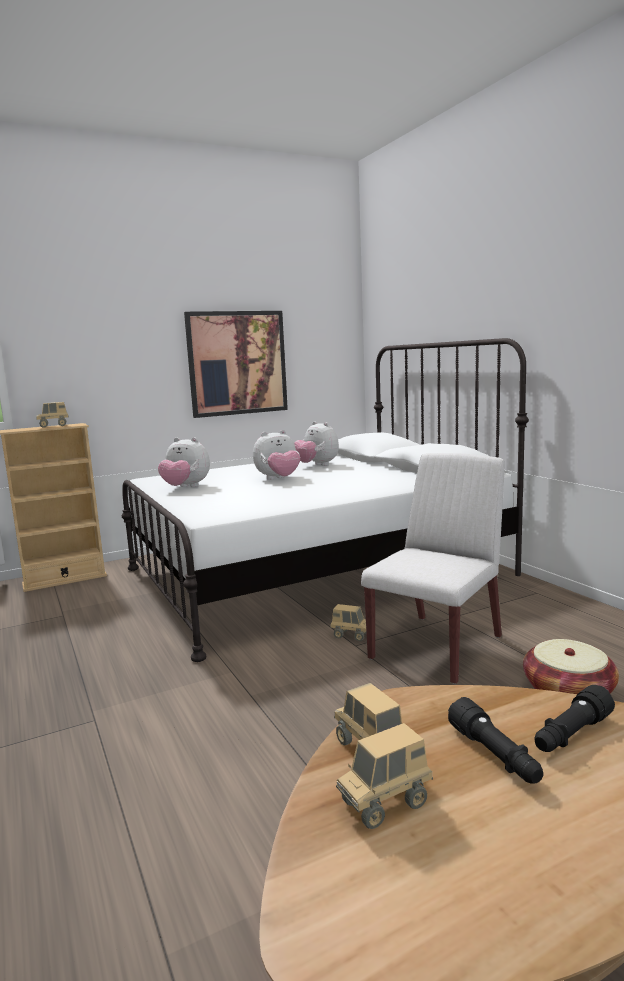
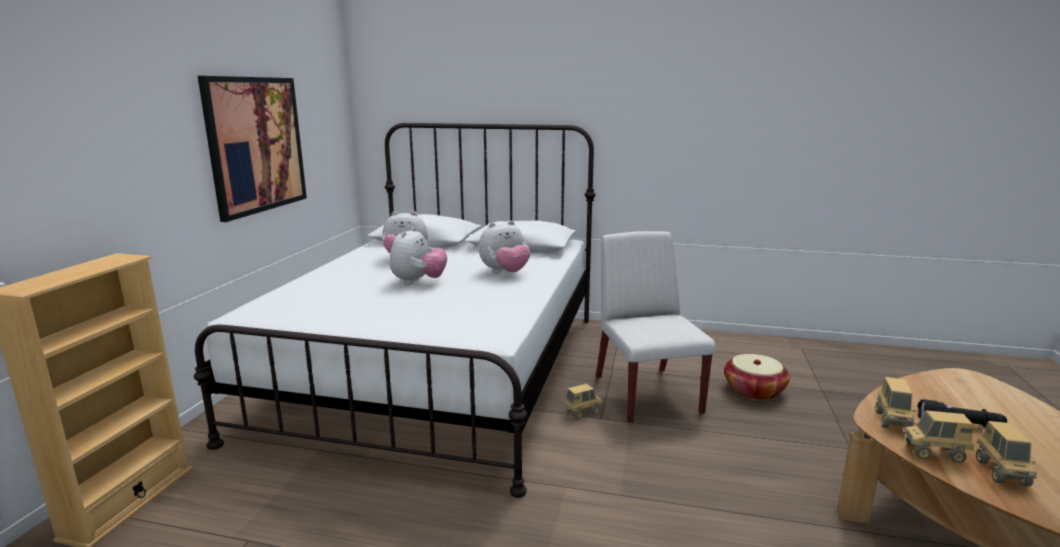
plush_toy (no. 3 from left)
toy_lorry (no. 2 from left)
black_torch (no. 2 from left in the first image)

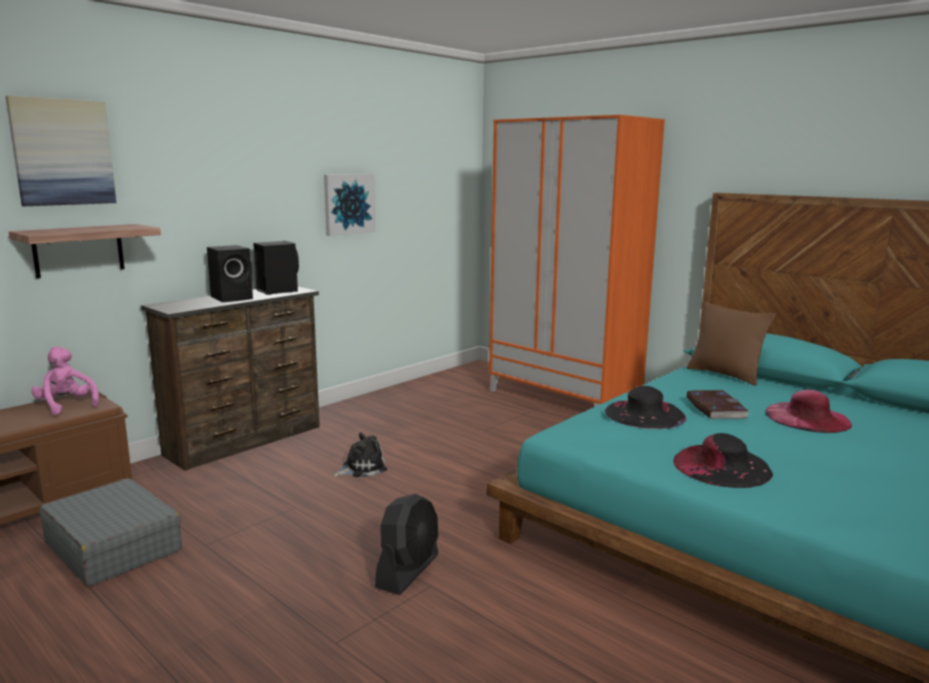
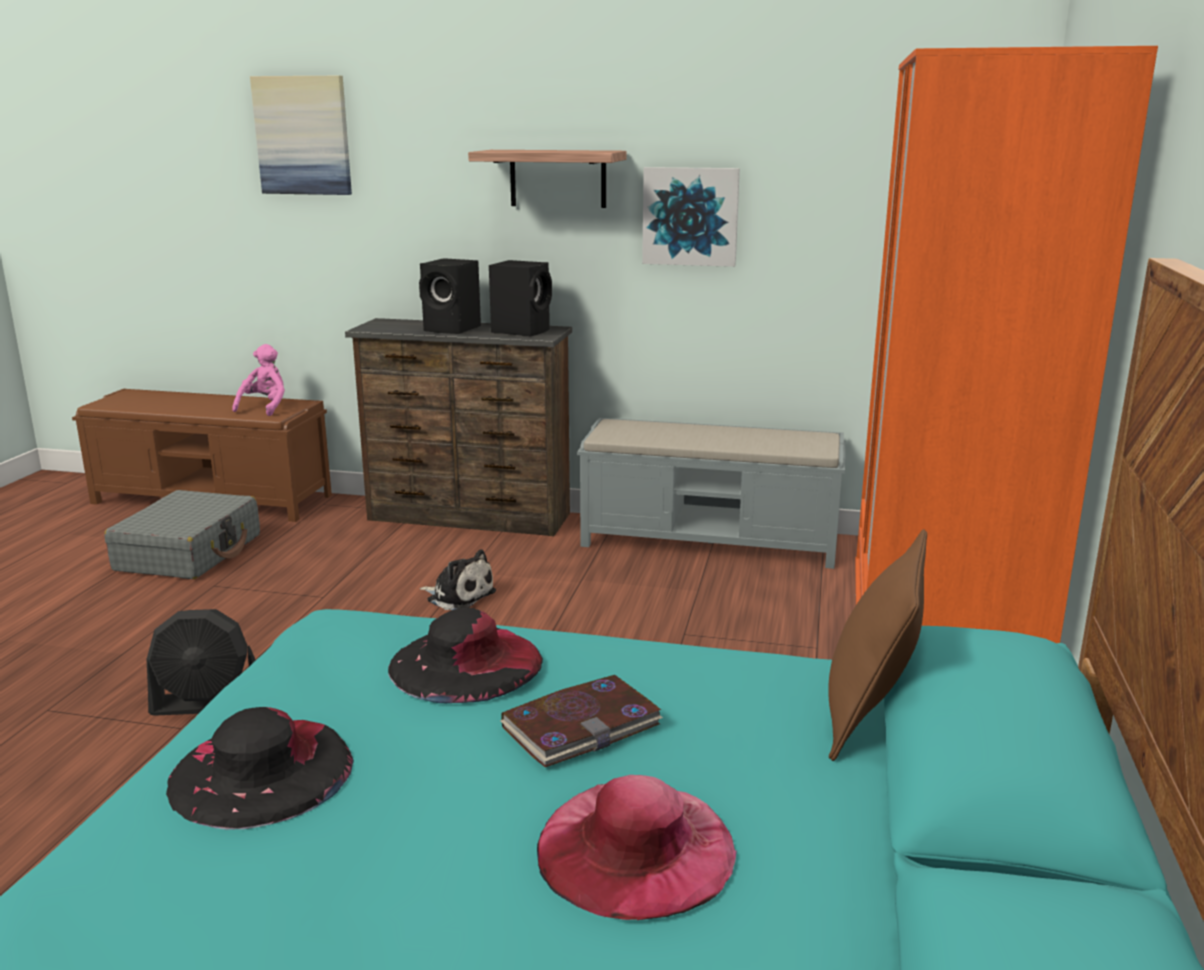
bracket_shelf
greyish_bench

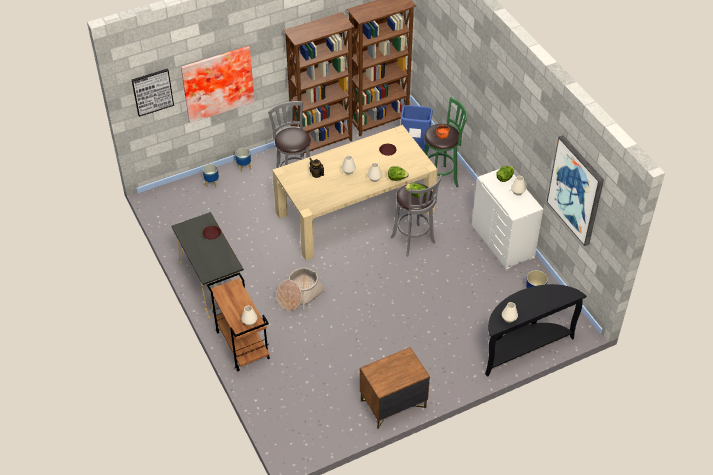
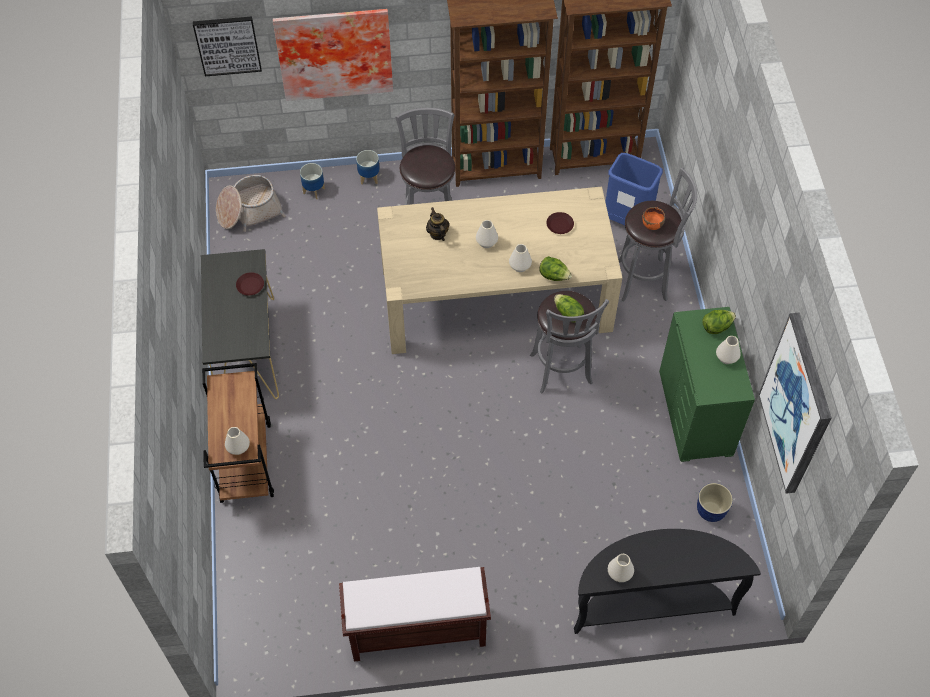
basket
brownish_bench
greyish_sitting_stool (no. 3 from left)
greenish_chest_of_drawers

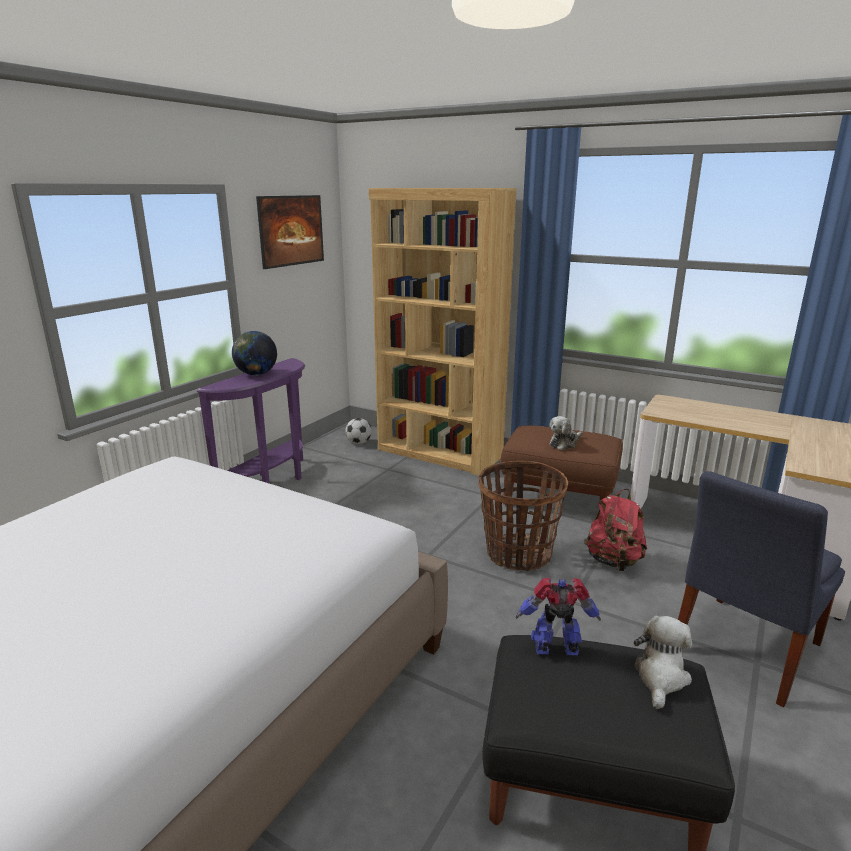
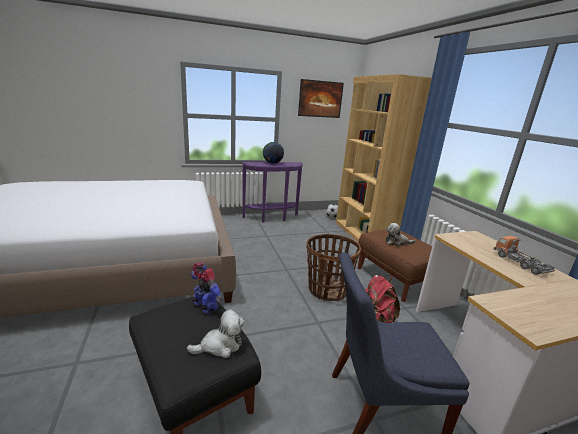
toy_lorry

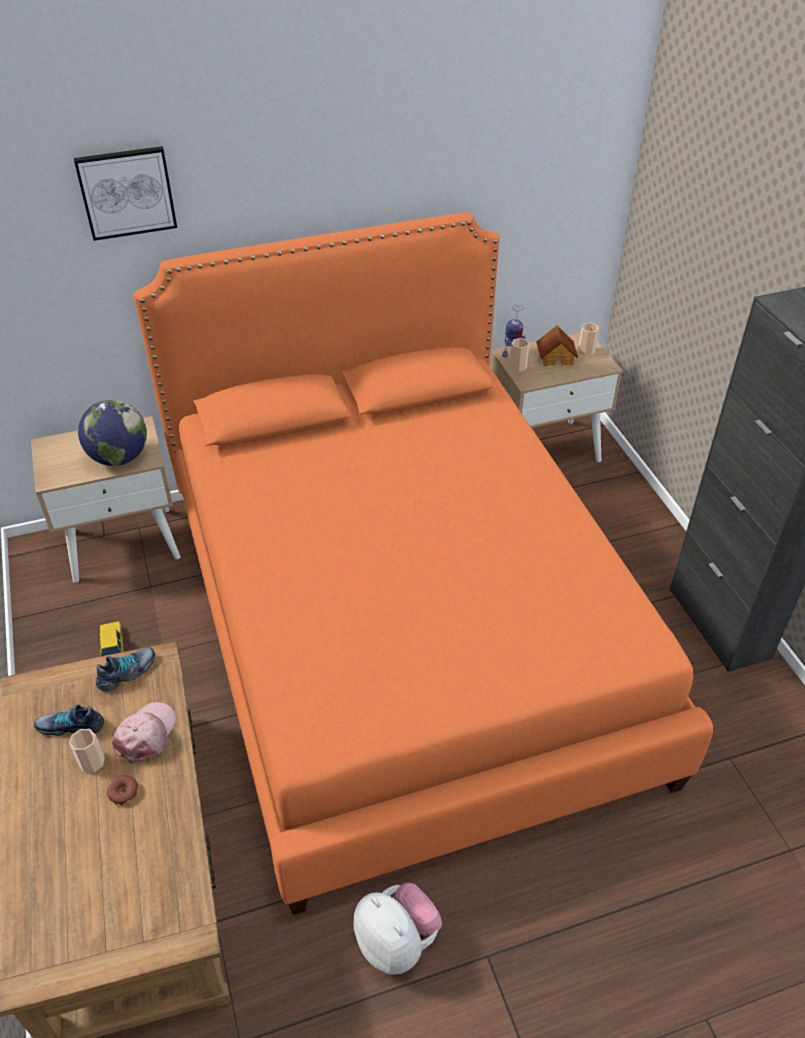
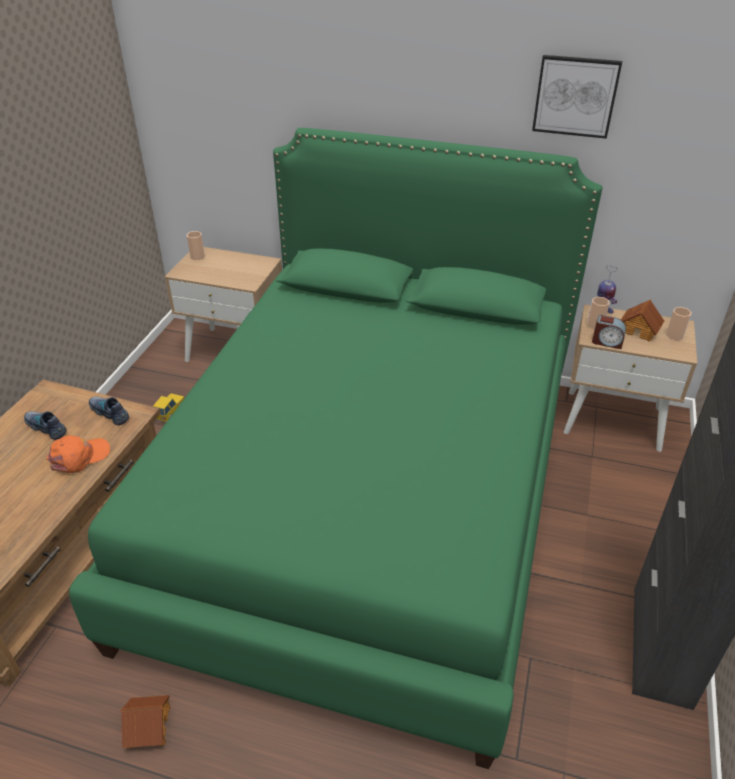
orangey_cap
greenish_bed
shoe (no. 2 from left)
toy_house (no. 1 from left)
cup (no. 1 from left)
wall_picture
alarm_clock
world_globe
ring_doughnut

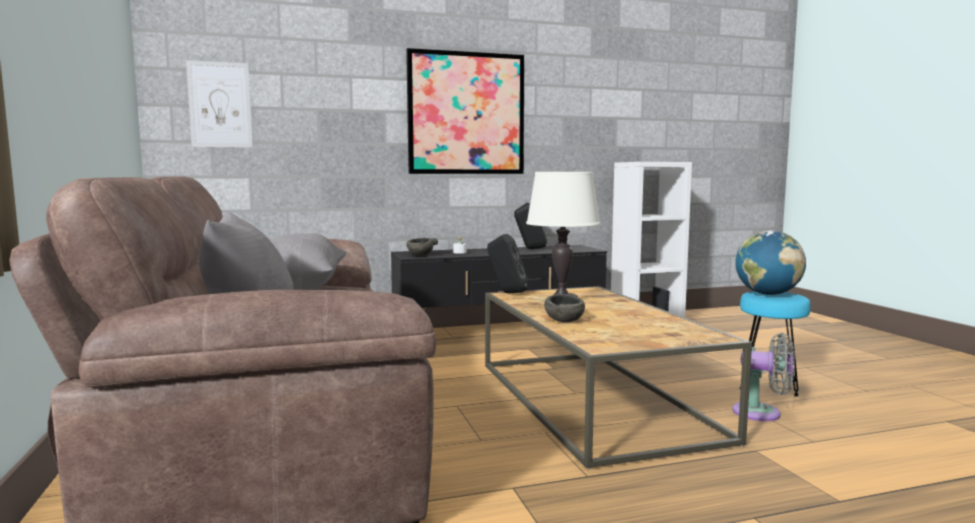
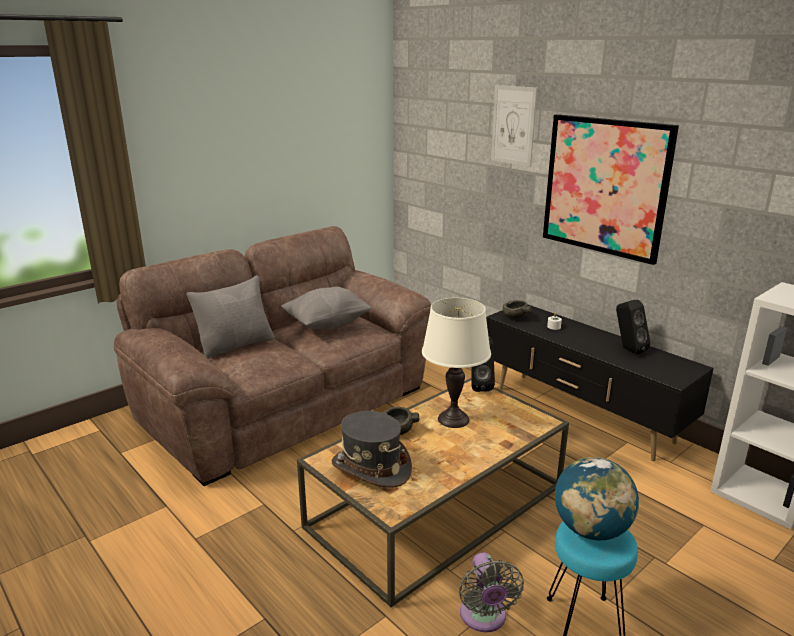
greyish_clothing_hat
wall_picture (no. 1 from left)

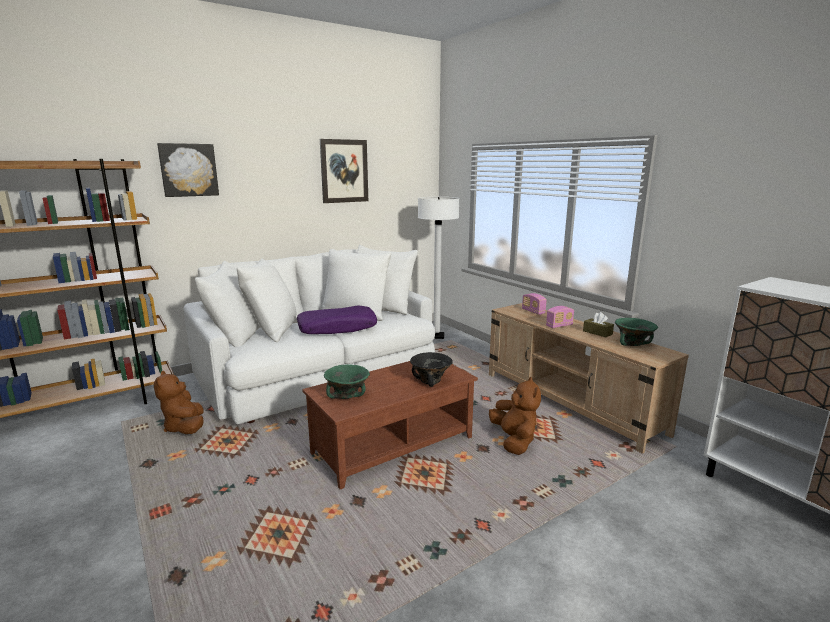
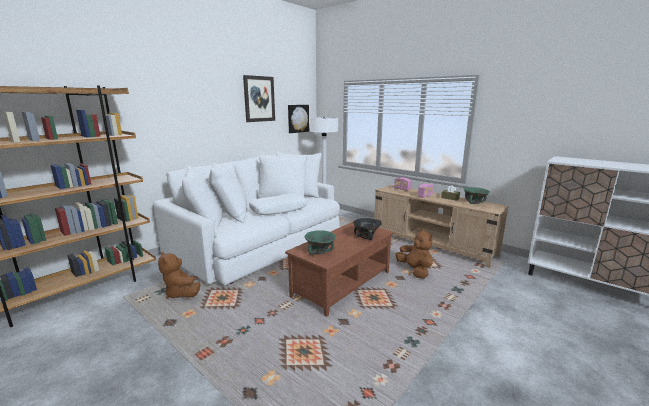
white_cushion
wall_picture (no. 2 from left)

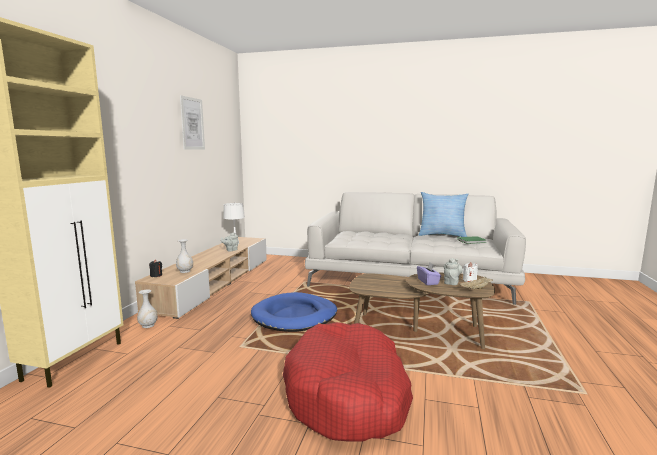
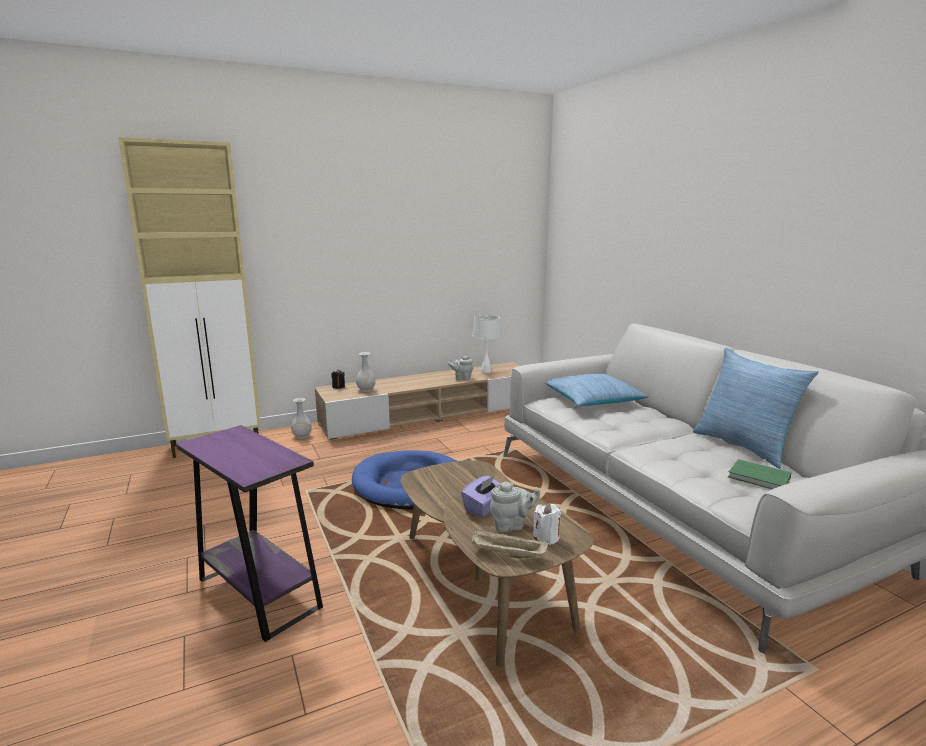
purple_side_table
cushion (no. 1 from left)
wall_picture

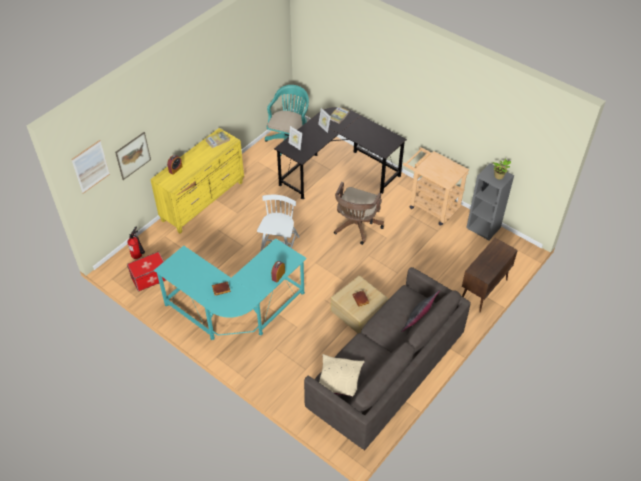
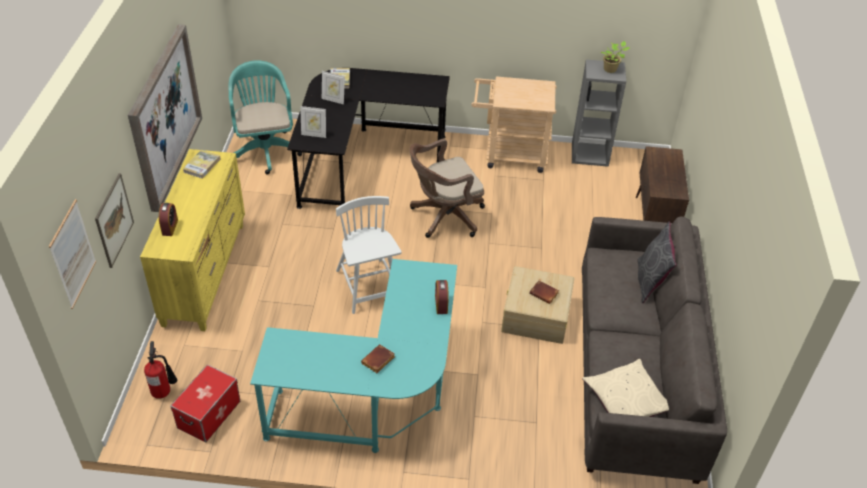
wall_picture (no. 3 from left)
brownish_desk_chair

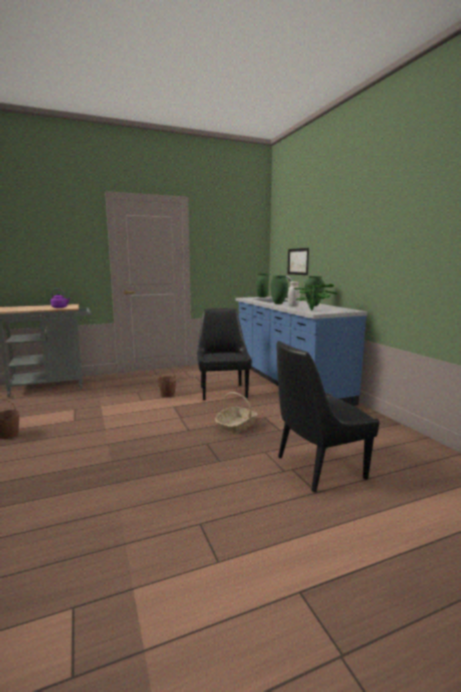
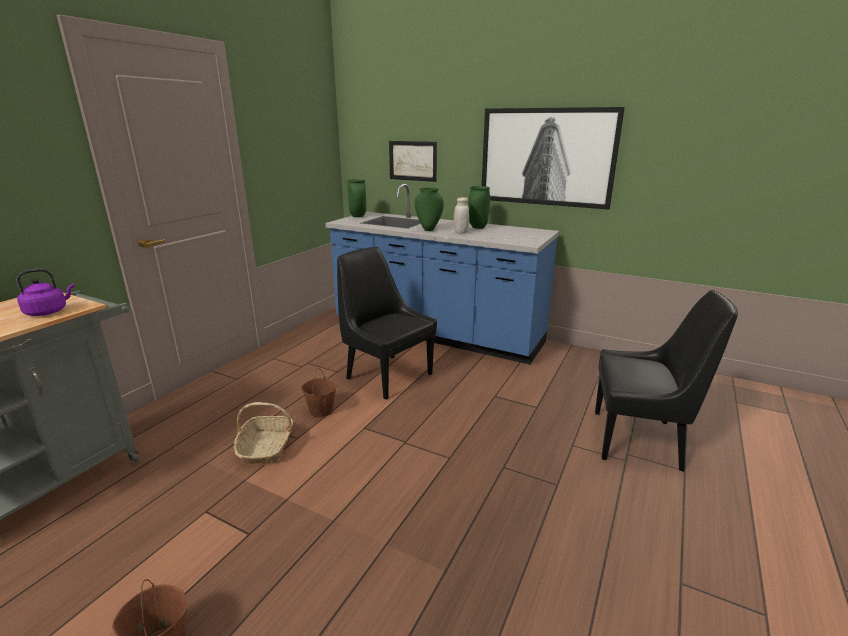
basket
wall_picture (no. 2 from left)
black_upright_chair (no. 2 from left)
plant_in_a_pot

